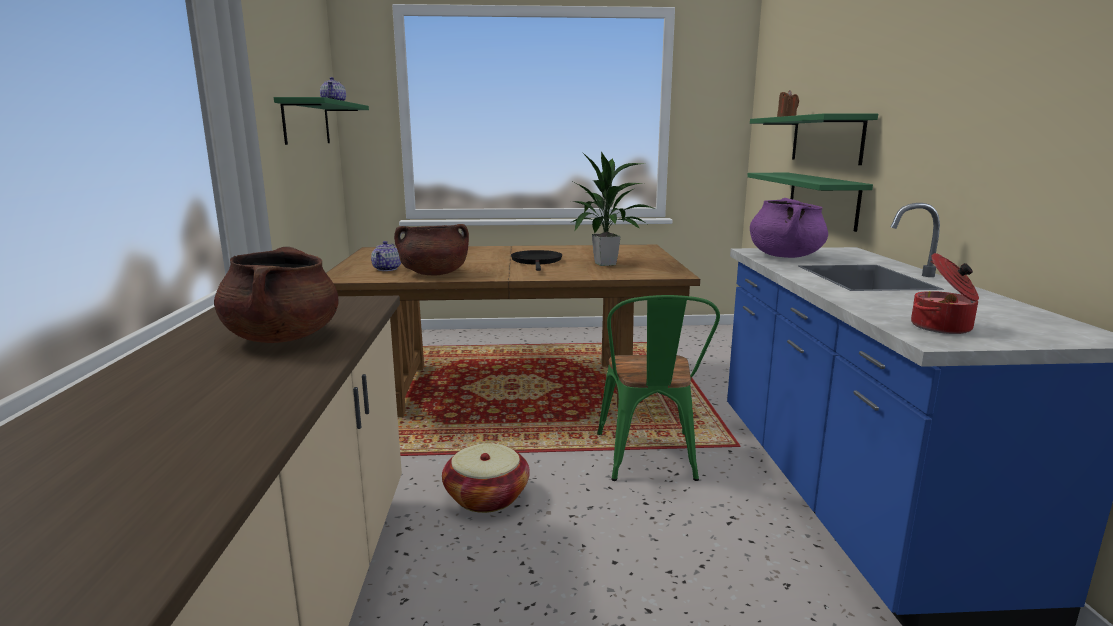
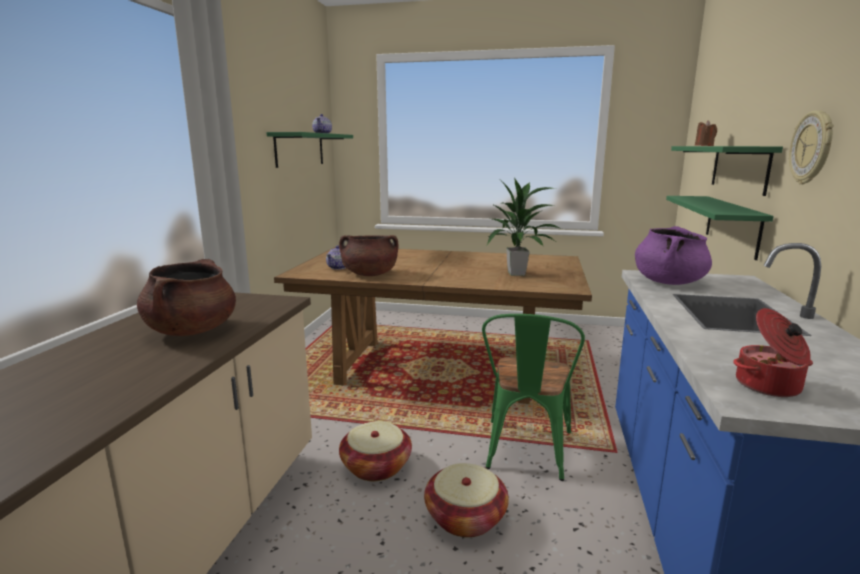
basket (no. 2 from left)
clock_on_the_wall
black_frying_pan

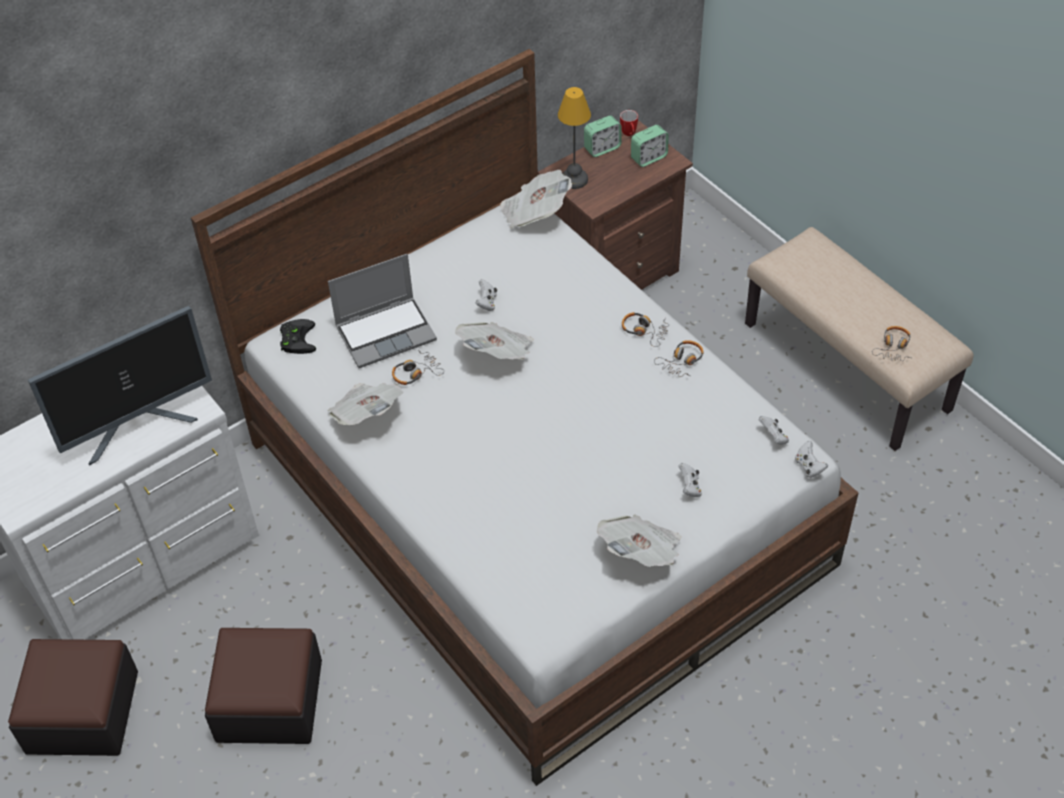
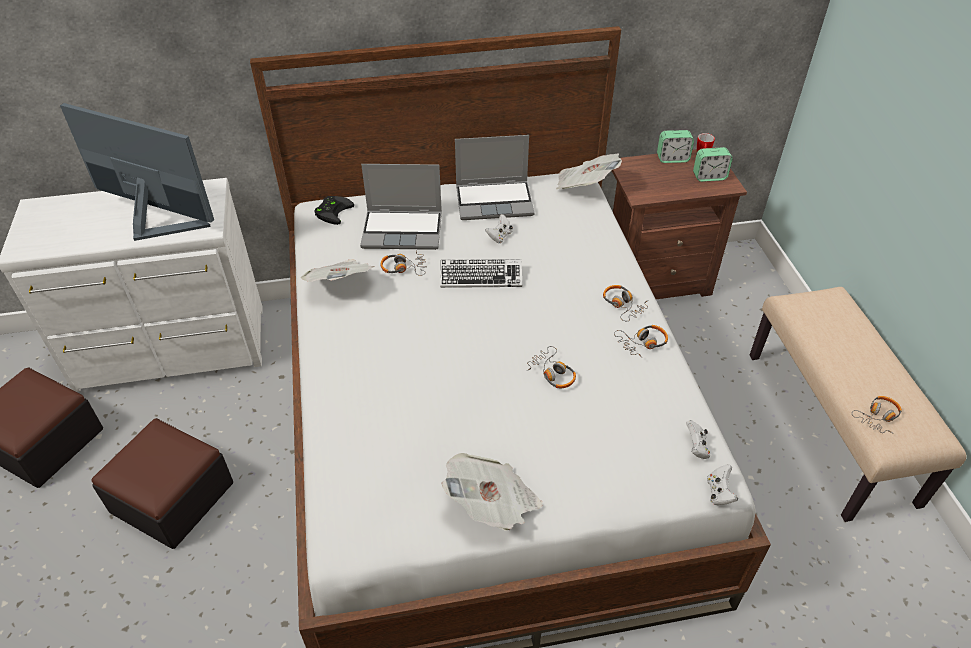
monitor
PC_keyboard
laptop (no. 2 from left)
headset (no. 2 from left)
table_lamp
white_game_controller (no. 2 from left in the first image)

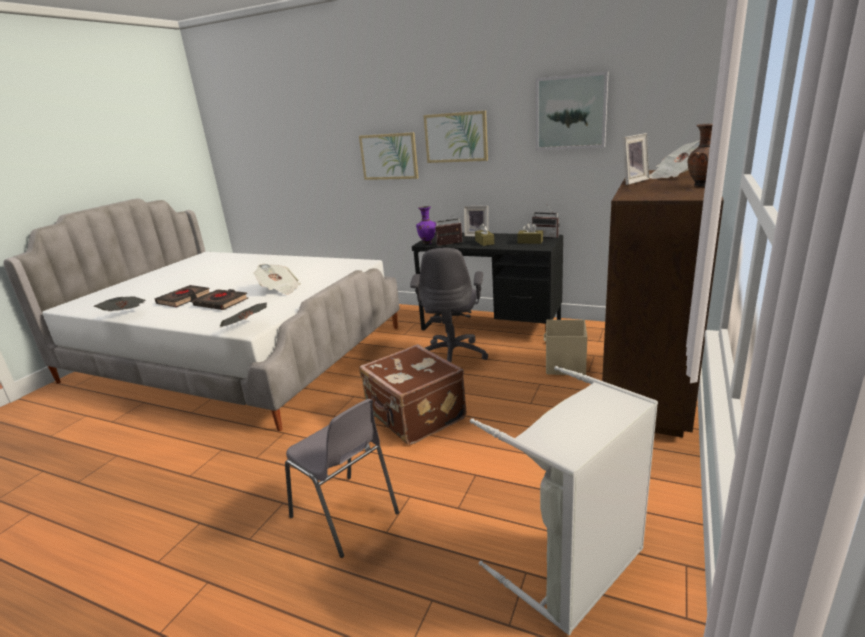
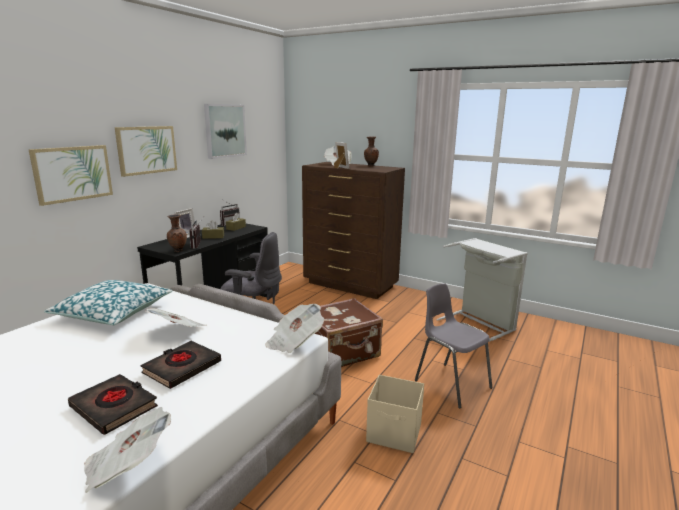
cushion
brownish_vase (no. 1 from left)
sand-coloured_storage_bin
greyish_upright_chair

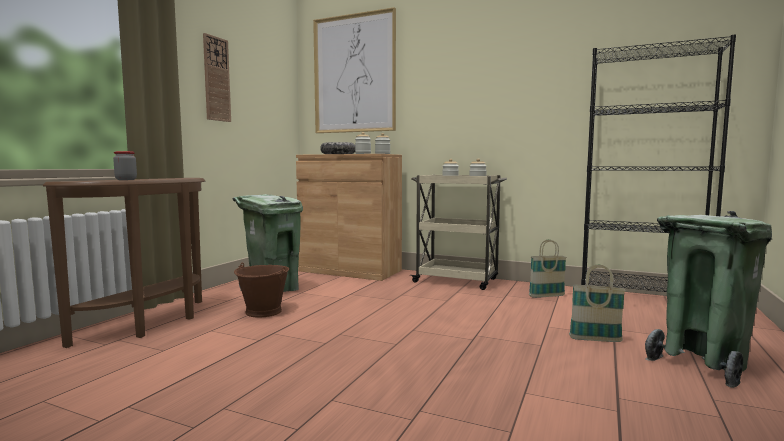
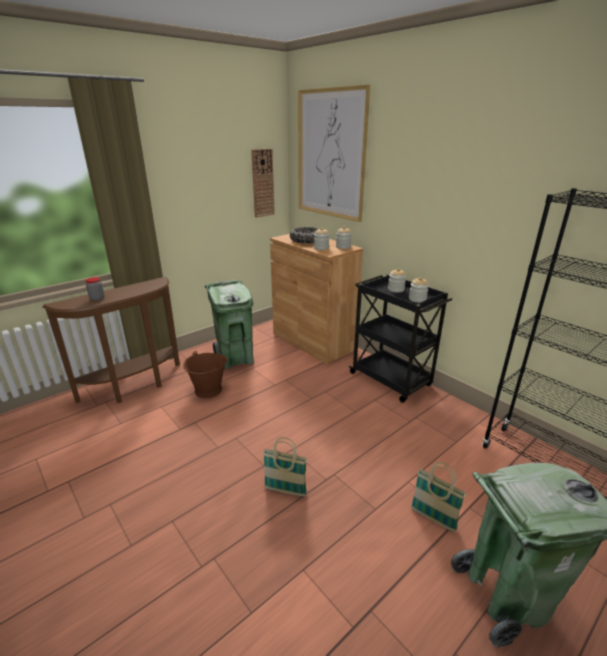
clock_on_the_wall
basket (no. 1 from left)
black_cart

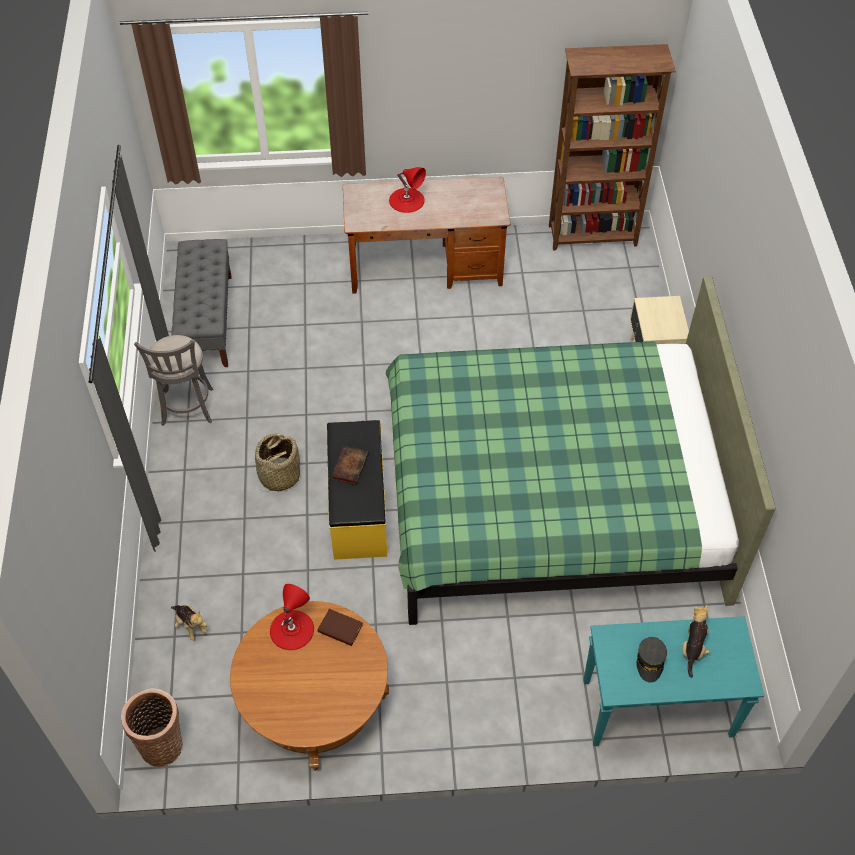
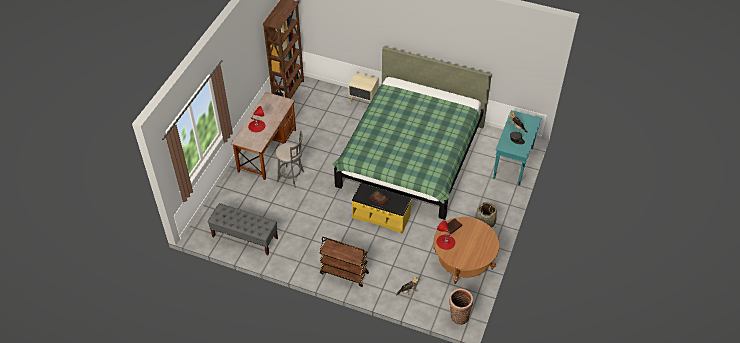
greyish_sitting_stool
brownish_cart
basket (no. 2 from left)

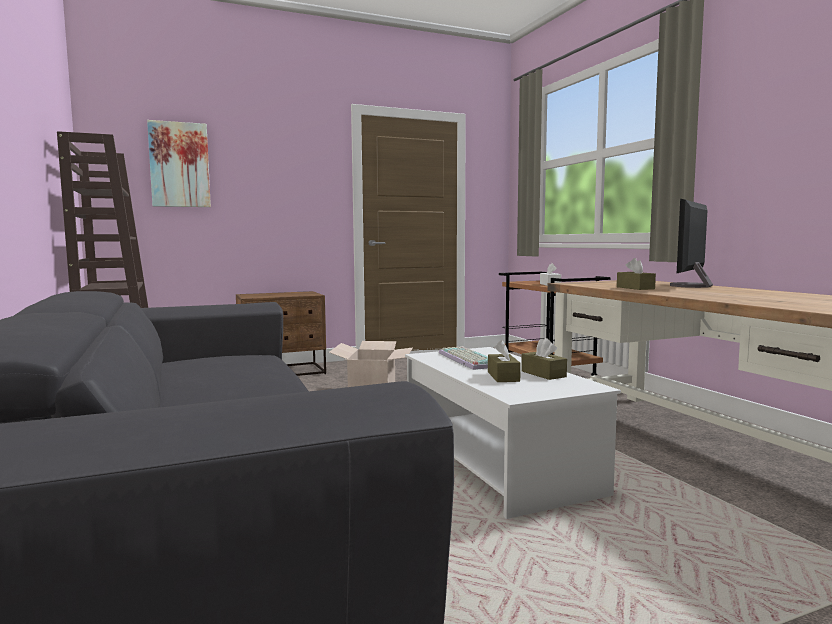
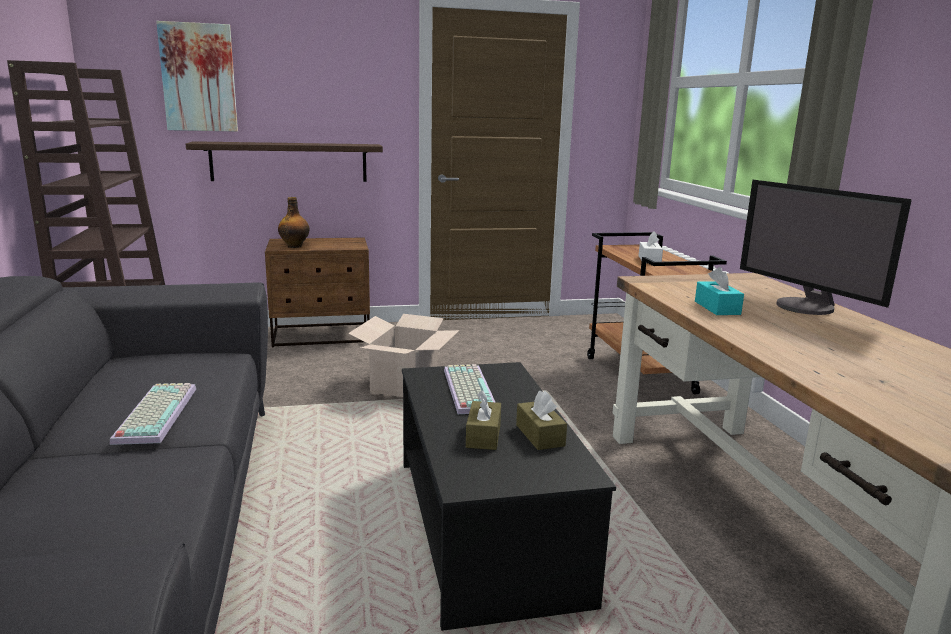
PC_keyboard (no. 1 from left)
bracket_shelf
beverage_bottle
black_lounge_table
turquoise_box_of_tissues
monitor

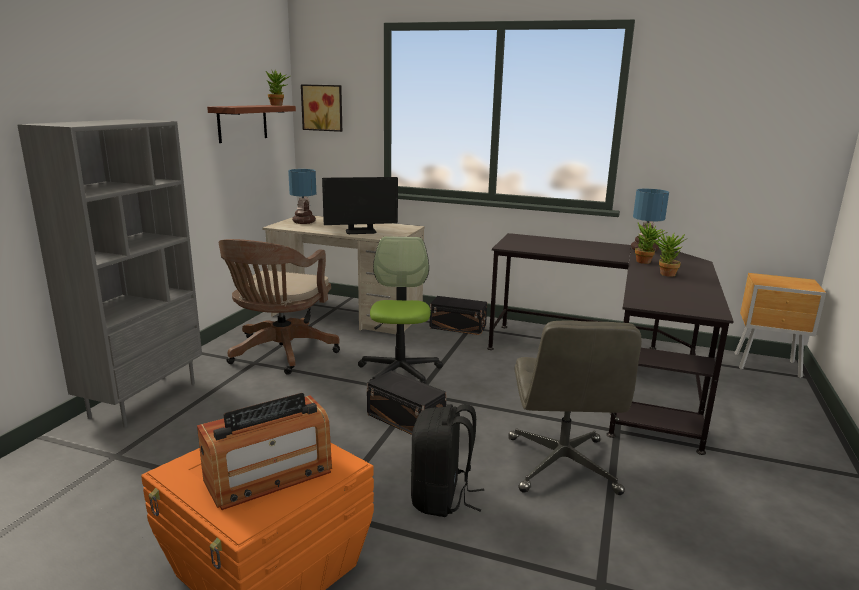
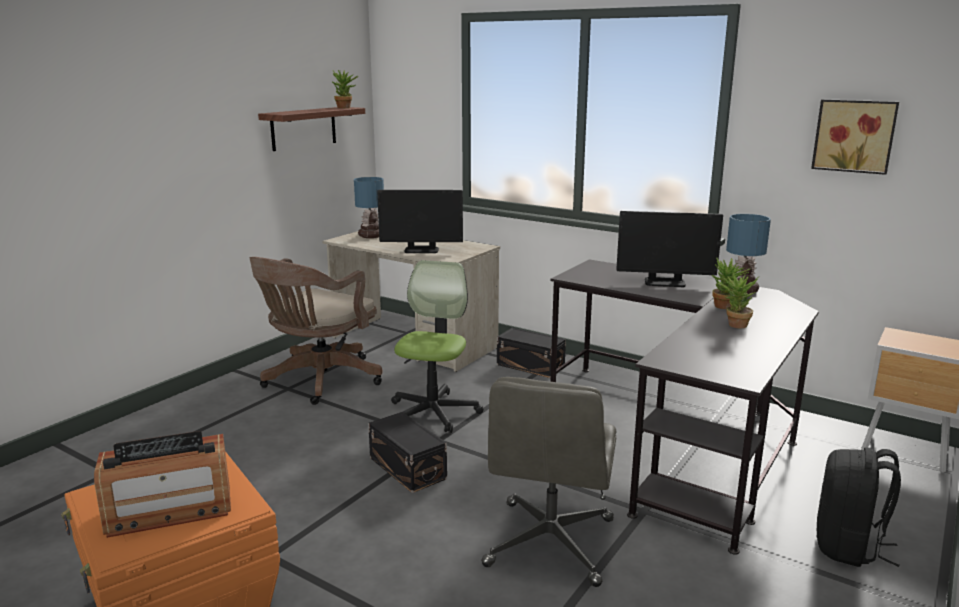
monitor (no. 2 from left)
wall_picture
black_rucksack
greyish_bookcase

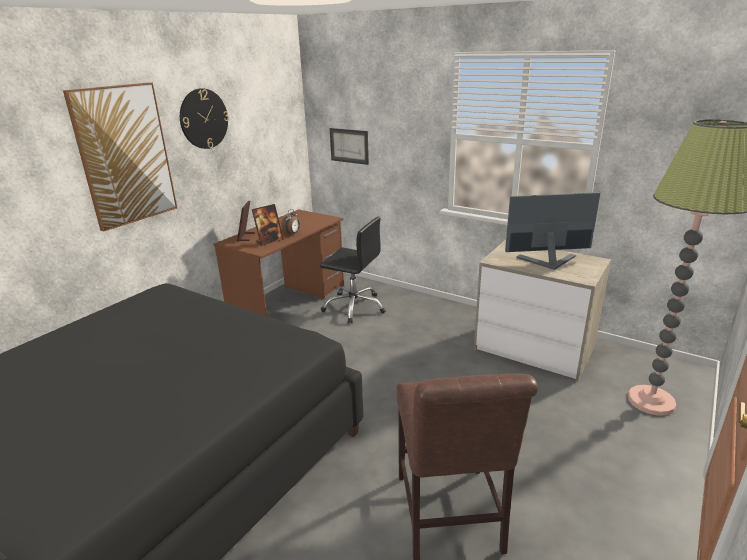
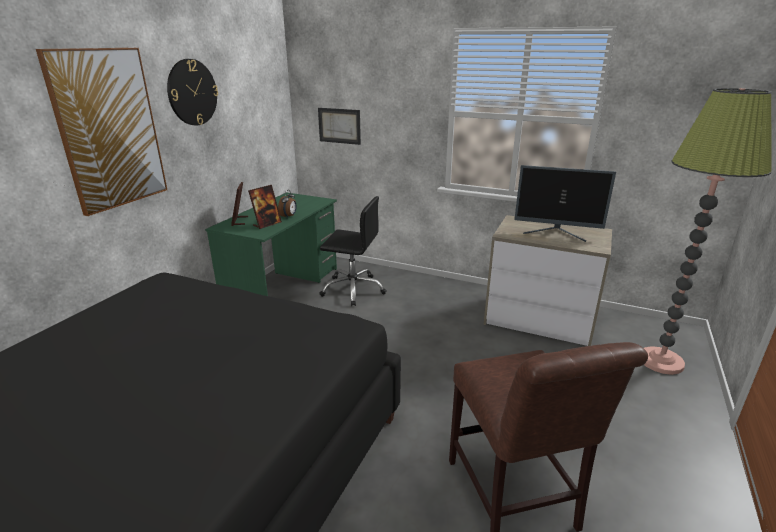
greenish_desk_table
monitor

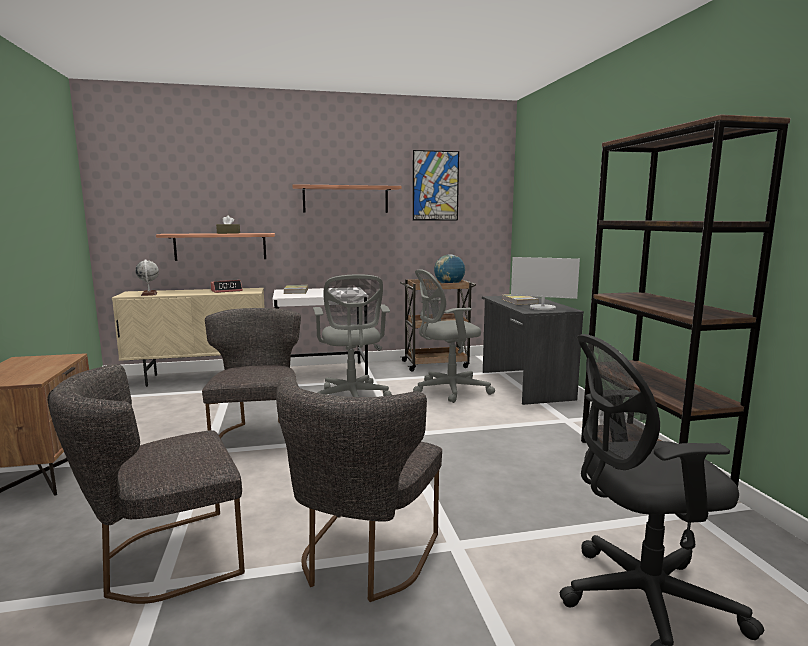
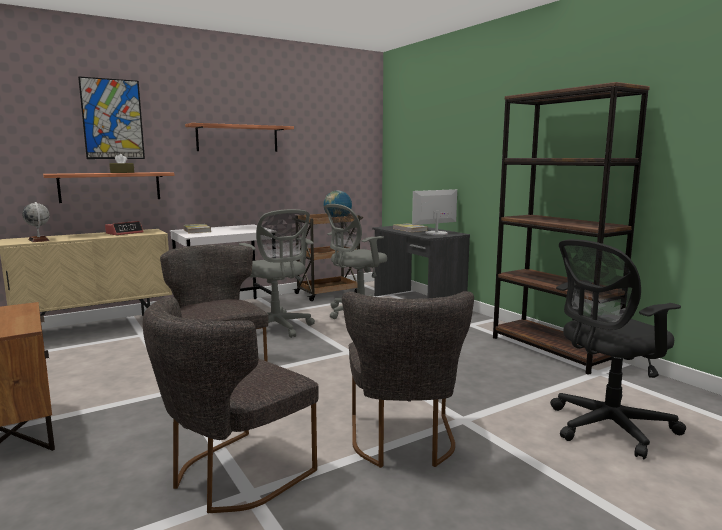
wall_picture
monitor

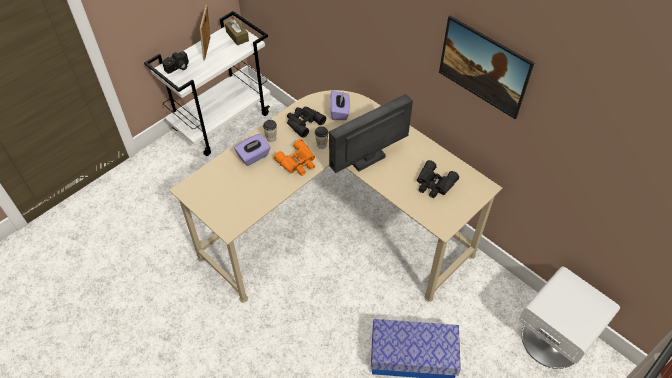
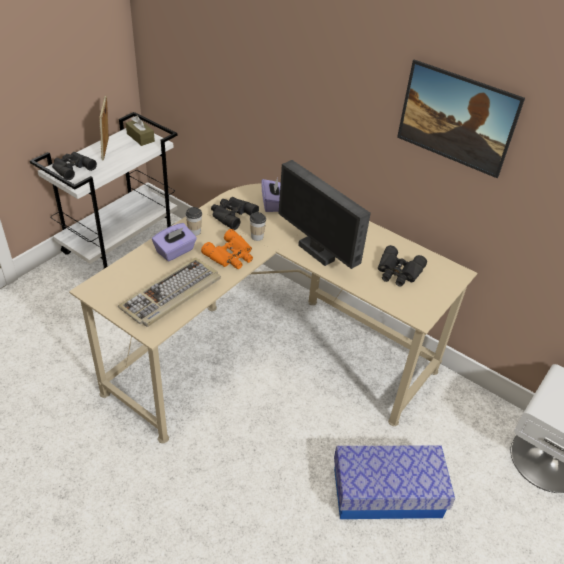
black_binoculars (no. 1 from left)
PC_keyboard
monitor

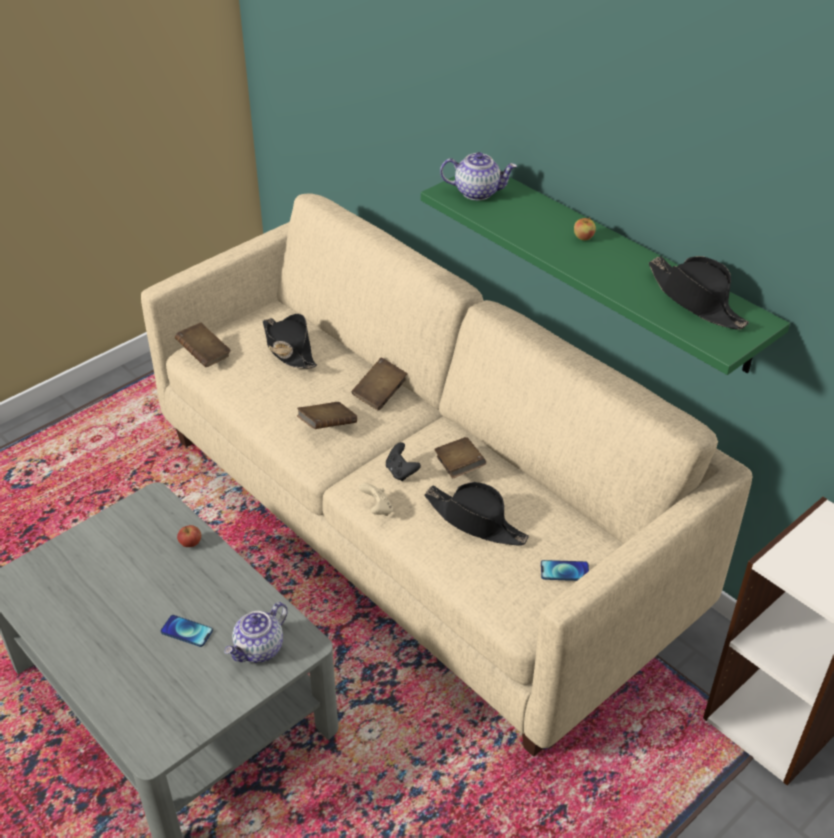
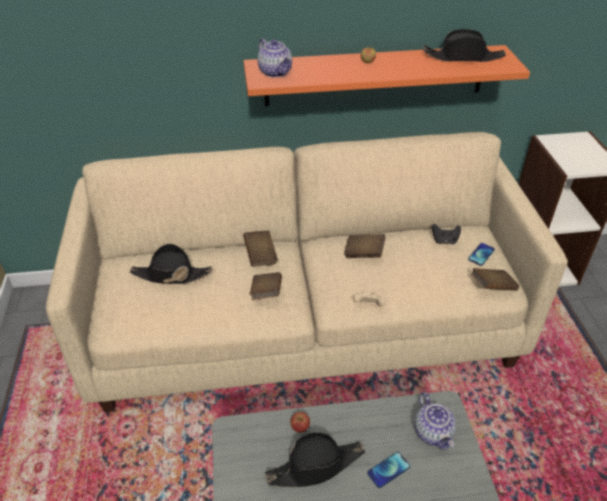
orangey_bracket_shelf
tea_pot (no. 1 from left)
black_clothing_hat (no. 2 from left)
black_game_controller
brownish_volume (no. 4 from left)

